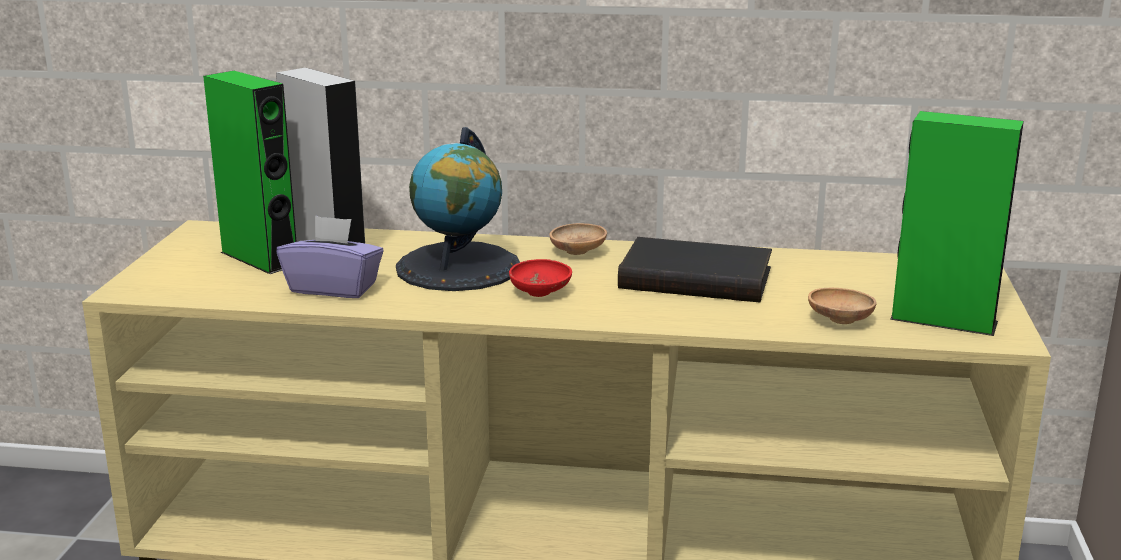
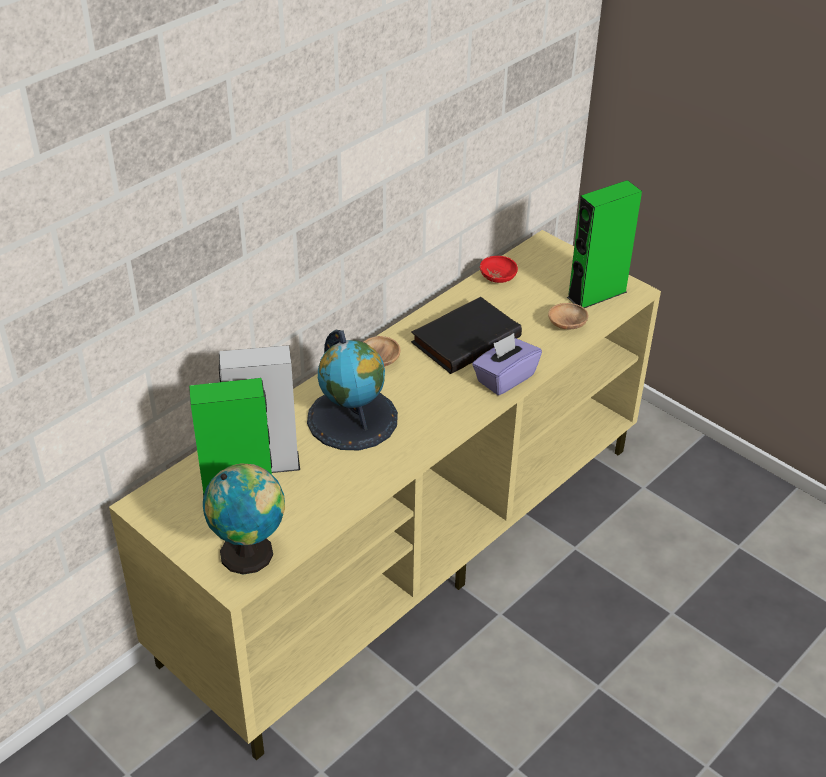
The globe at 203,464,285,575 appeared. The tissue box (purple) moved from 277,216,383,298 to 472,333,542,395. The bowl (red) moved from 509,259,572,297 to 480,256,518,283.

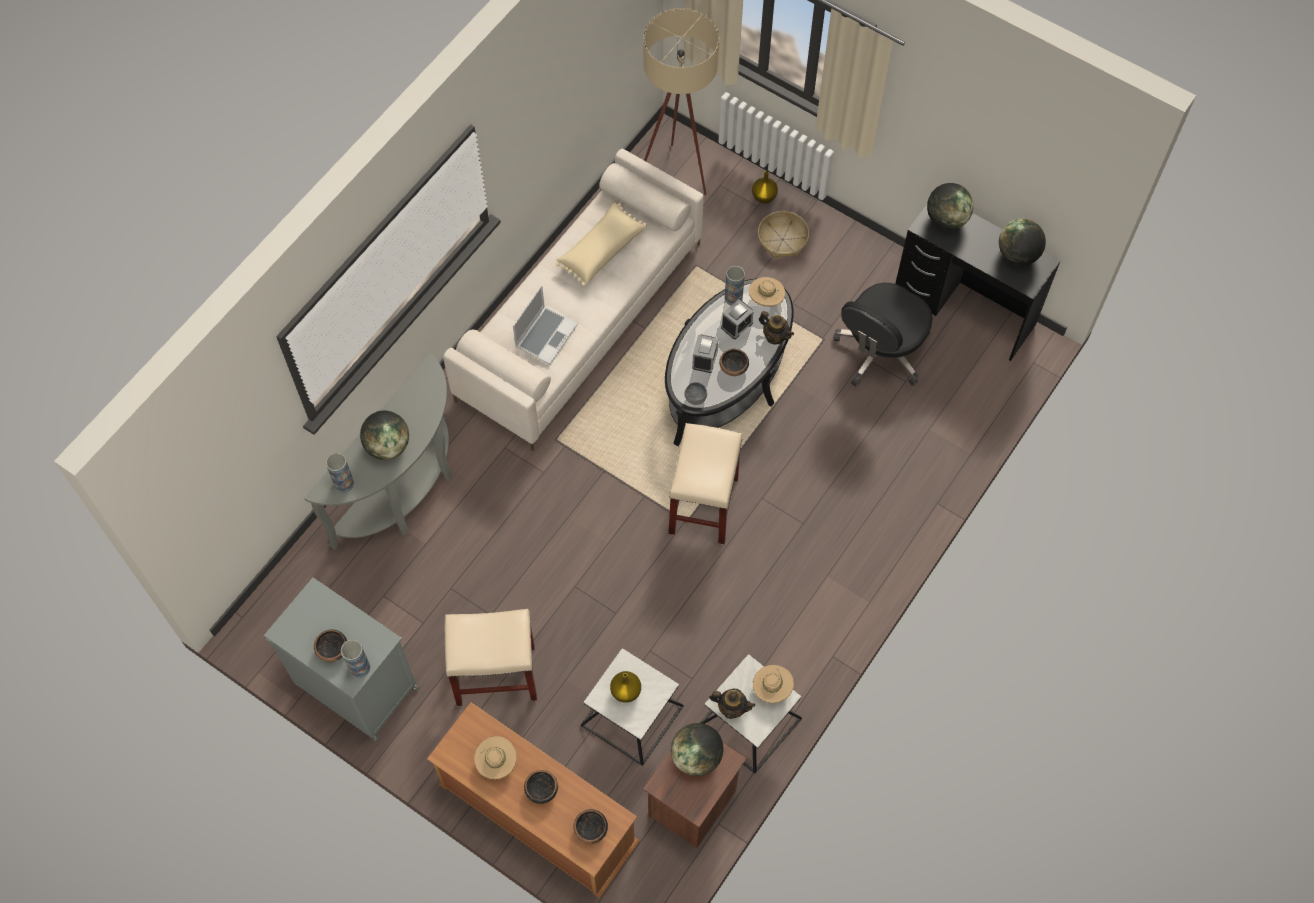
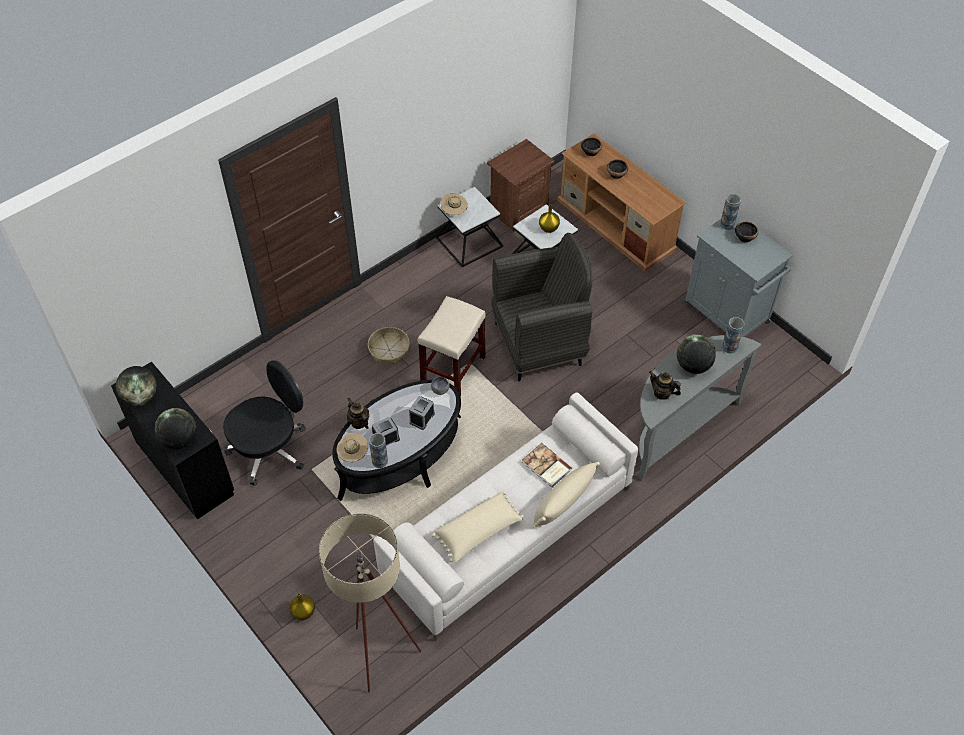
The basket moved from 758,211,809,258 to 368,327,410,364. The armchair (grey) at 491,233,592,381 appeared. The laptop at 513,285,578,364 was replaced by the book at 522,443,572,487. The pillow (beige) at 533,462,600,529 appeared. The teapot moved from 709,689,755,719 to 649,371,681,400. The stool (beige) at 445,609,537,706 disappeared. The hat (beige) at 474,736,517,779 disappeared. The globe at 671,723,723,776 disappeared. The bowl at 719,349,749,376 disappeared.

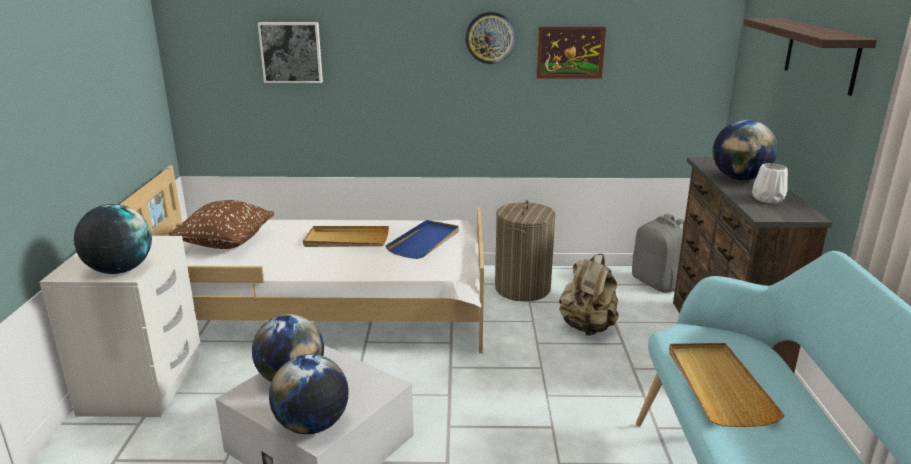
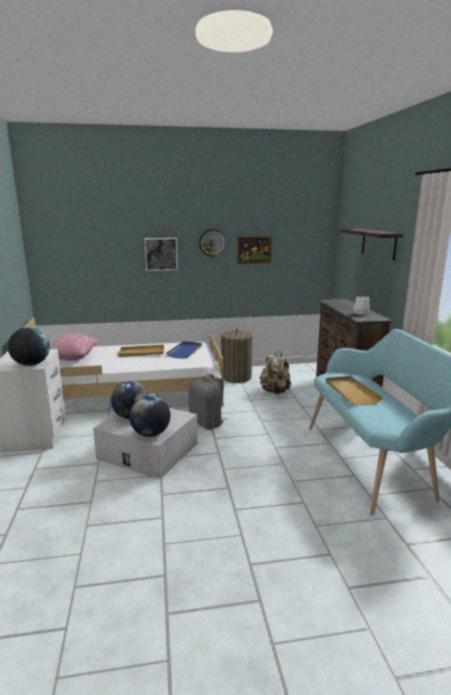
The pillow (brown) at 168,200,274,249 became the pillow (pink) at 50,334,99,360. The picture moved from 258,22,323,83 to 144,238,178,271. The backpack (grey) moved from 632,213,685,293 to 189,374,228,430. The globe at 713,120,778,180 disappeared.

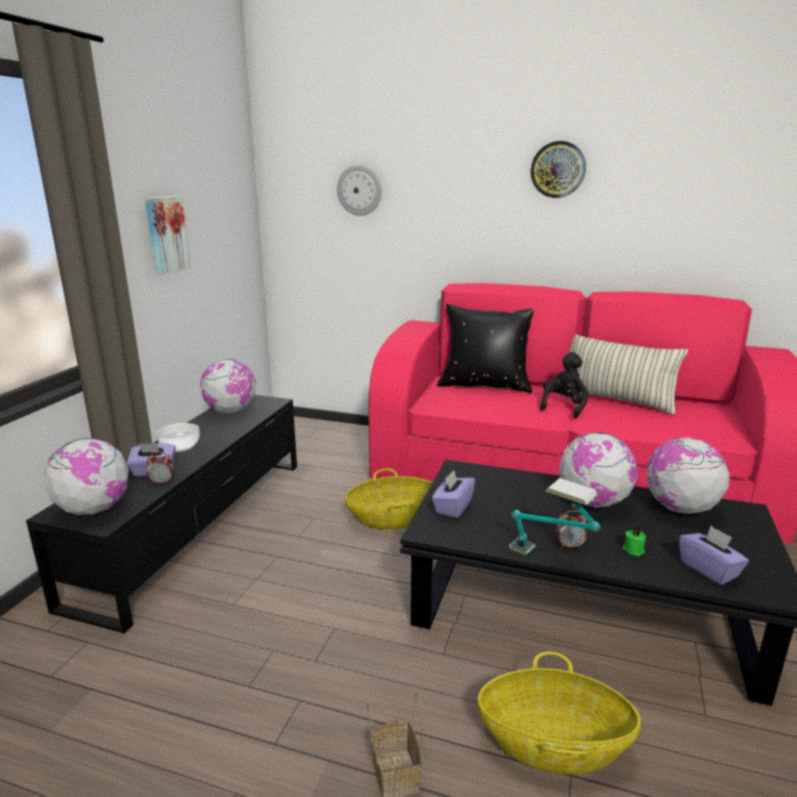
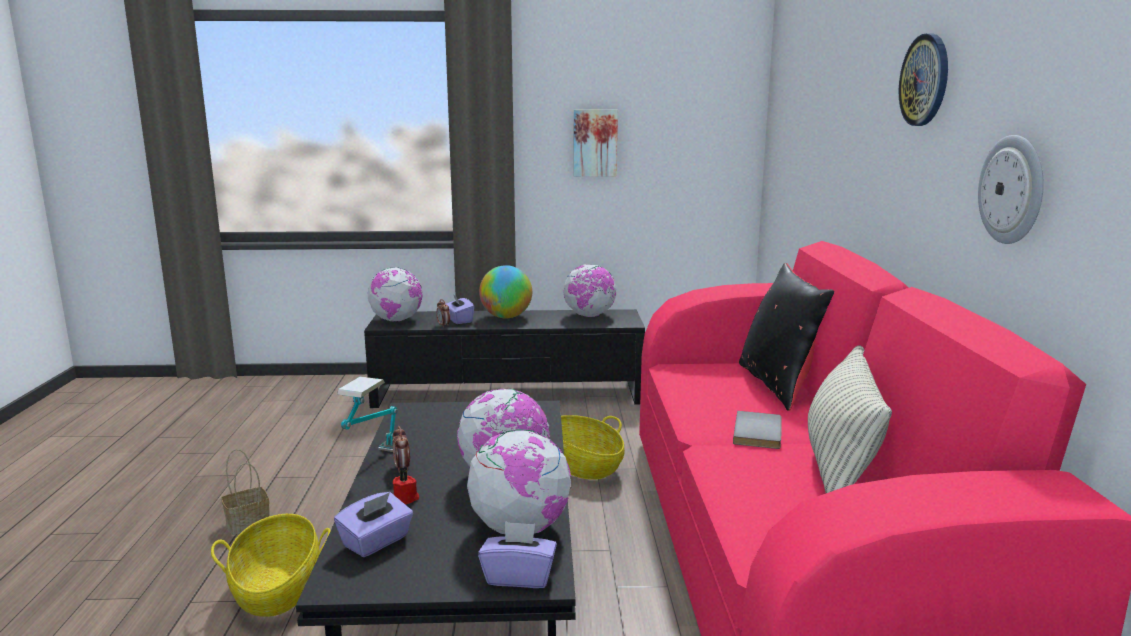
The candle (green) at 622,525,646,556 became the candle (red) at 393,470,419,505. The tissue box (purple) moved from 432,470,475,518 to 478,521,557,588. The bowl at 157,423,200,452 was replaced by the globe at 479,265,532,318. The plush toy (black) at 540,352,588,418 was replaced by the book (grey) at 733,411,782,449. The wall clock moved from 337,165,382,216 to 978,135,1044,244.

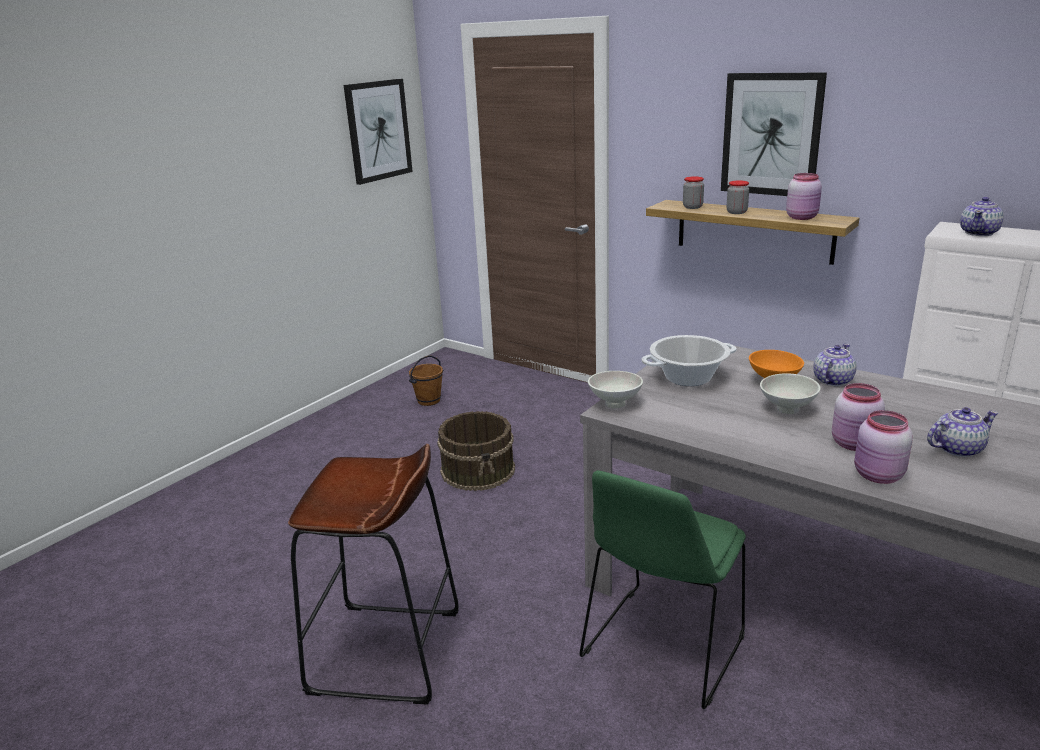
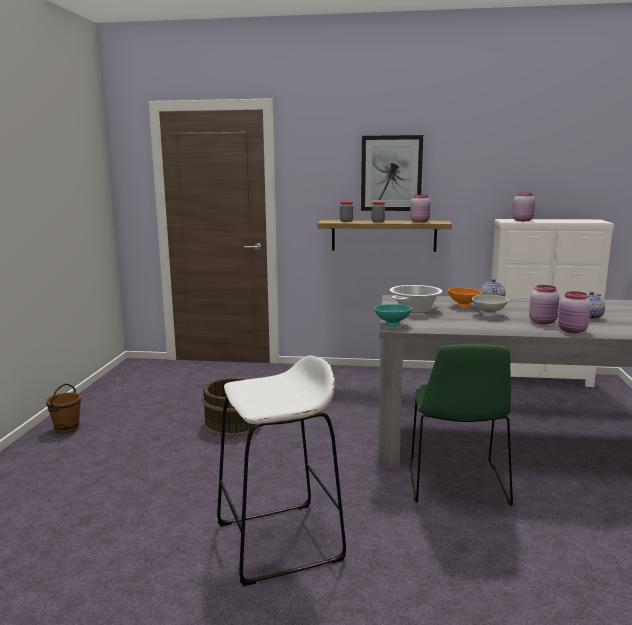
The bucket (brown) moved from 409,355,443,406 to 46,384,81,433. The stool (brown) at 288,444,459,705 became the stool (white) at 217,356,346,586. The bowl (white) at 588,371,643,408 became the bowl (turquoise) at 374,304,412,327. The teapot at 960,197,1004,236 was replaced by the jar (pink) at 513,193,535,221. The picture at 344,79,413,185 disappeared.

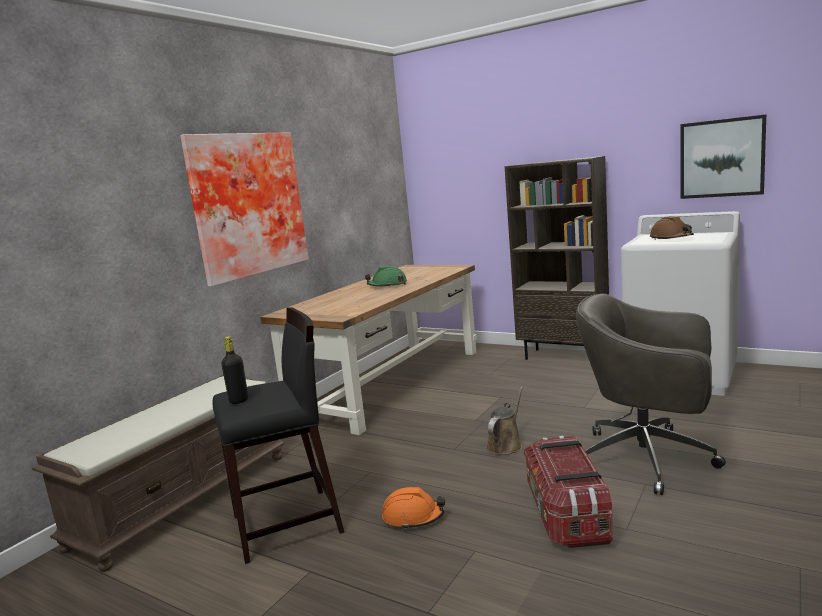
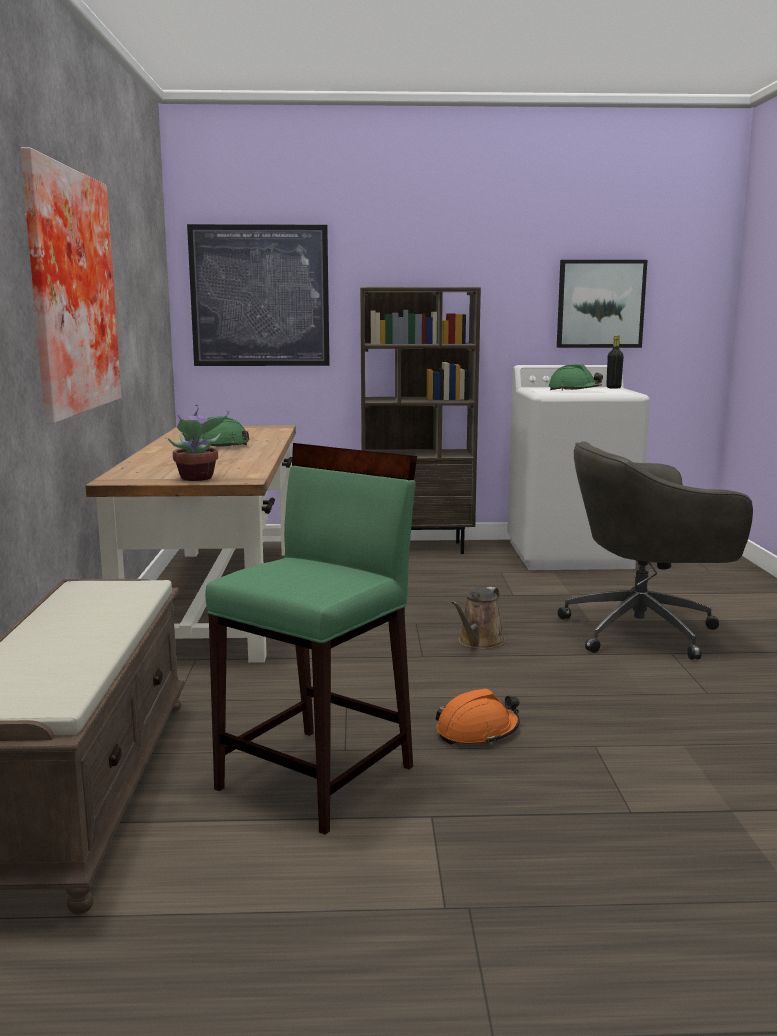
The potted plant at 168,404,229,481 appeared. The picture at 187,224,330,366 appeared. The stool (black) at 213,308,344,564 became the stool (green) at 205,443,417,835. The watering can (brown) at 486,386,524,455 turned 150 degrees counterclockwise. The hard hat (brown) at 650,216,694,240 became the hard hat (green) at 549,364,603,391. The bottle (black) moved from 221,336,248,404 to 606,335,624,389. The storage box at 524,436,613,548 disappeared.

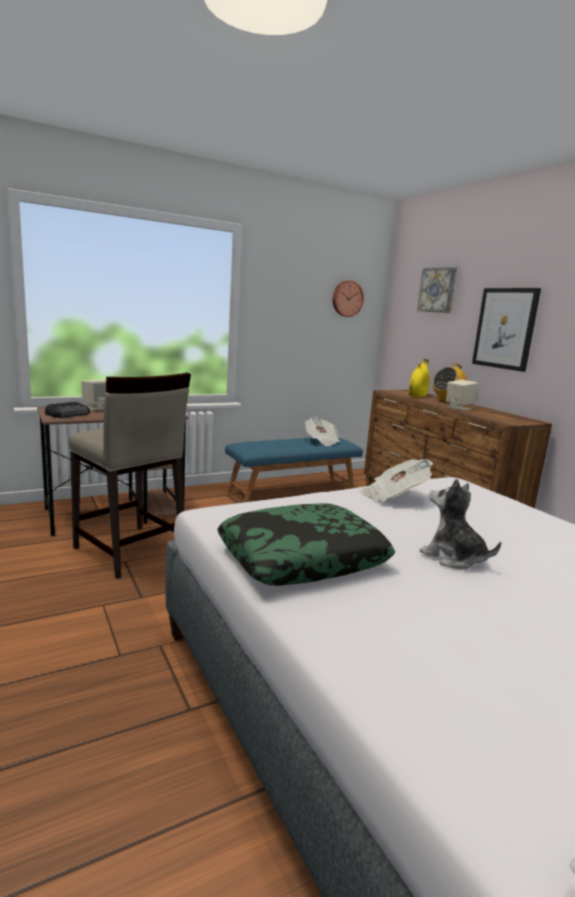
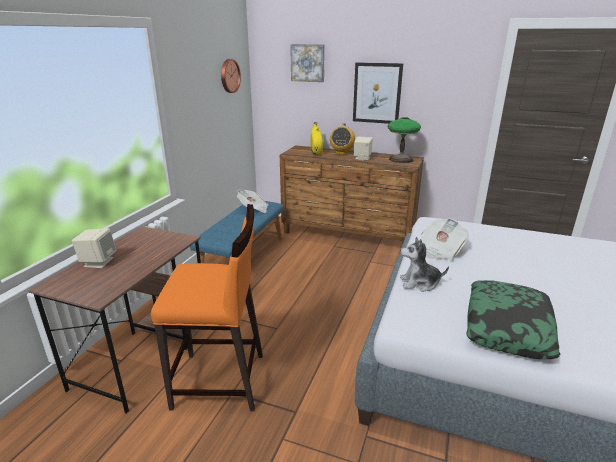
The stool (beige) at 68,372,191,579 became the stool (orange) at 151,204,263,411. The table lamp at 388,117,421,163 appeared. The plush toy moved from 420,479,501,569 to 400,237,449,292. The radio at 45,402,90,418 disappeared.

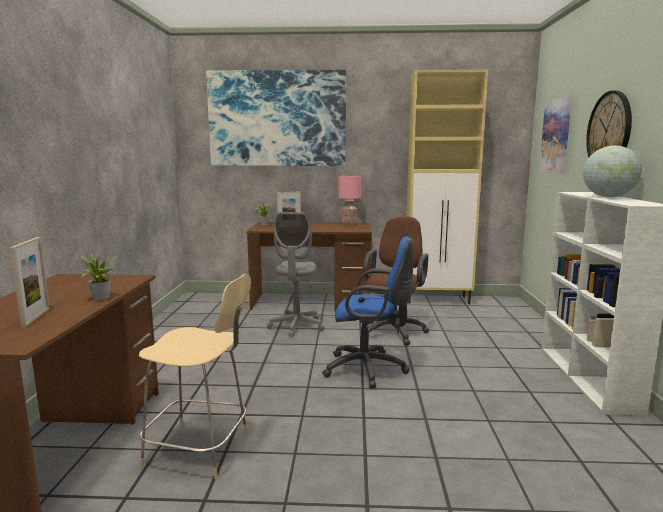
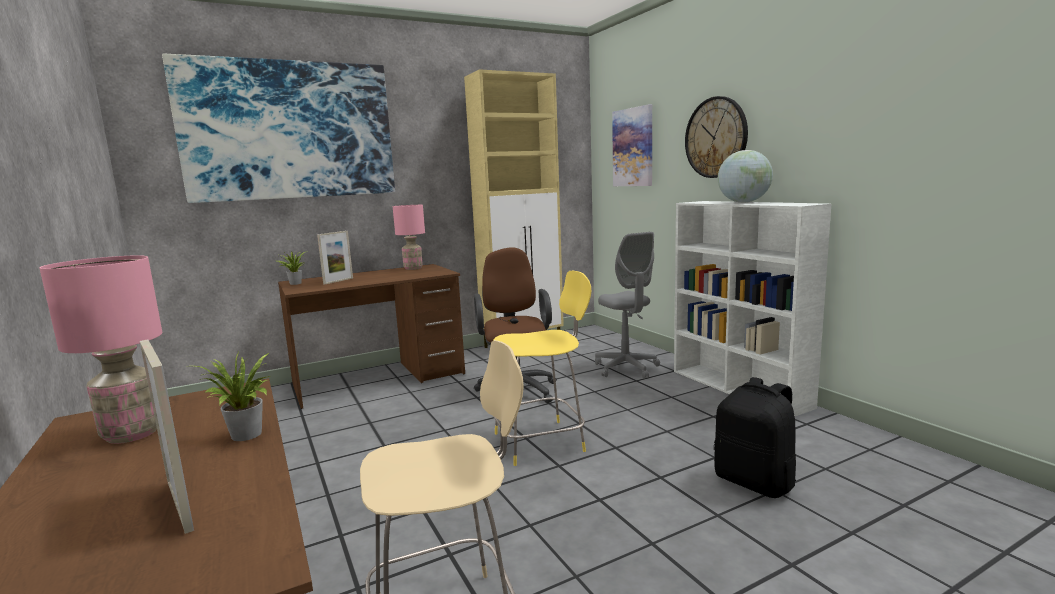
The table lamp (pink) at 39,255,163,444 appeared. The office chair (blue) at 322,237,414,389 was replaced by the stool (yellow) at 493,271,591,466. The office chair (grey) moved from 267,212,324,337 to 595,232,660,379. The backpack (black) at 714,377,796,498 appeared.

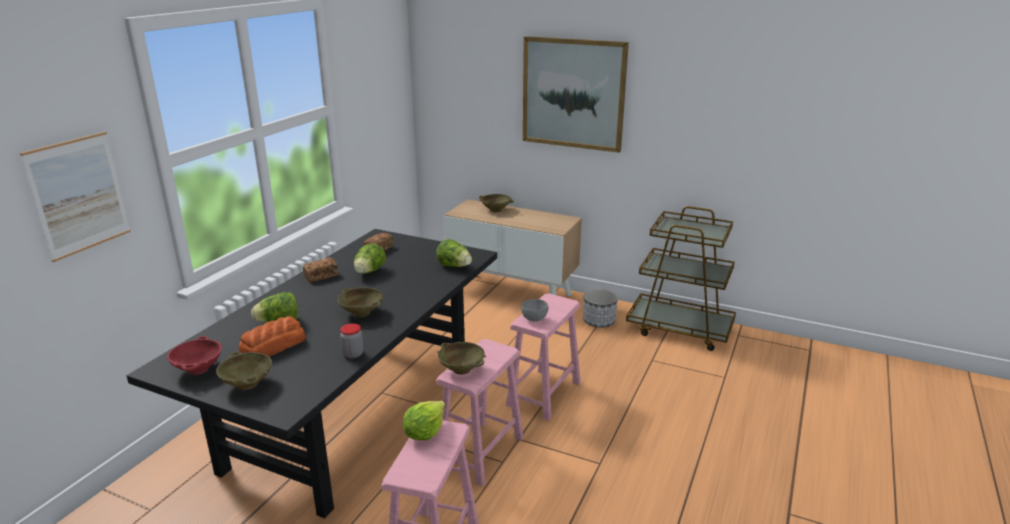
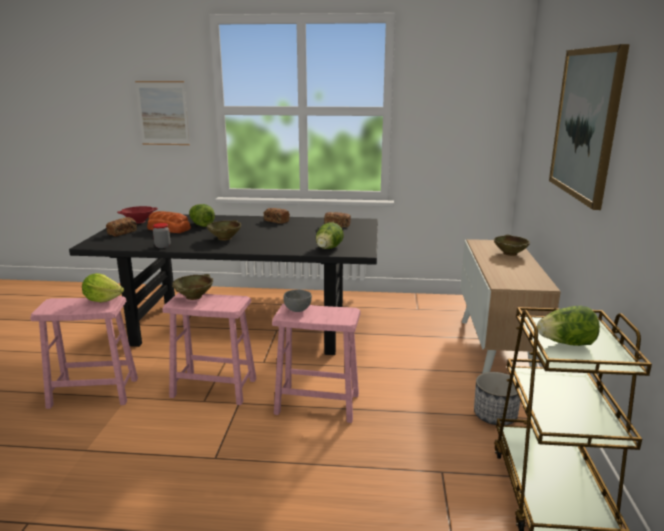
The bowl (beige) at 216,352,272,390 was replaced by the bread at 106,217,137,236. The lettuce moved from 354,243,386,274 to 537,306,600,346.

